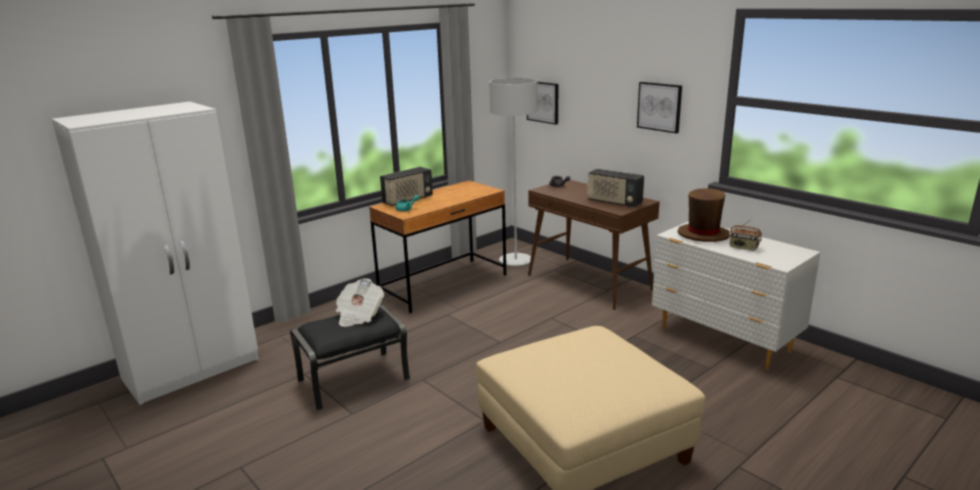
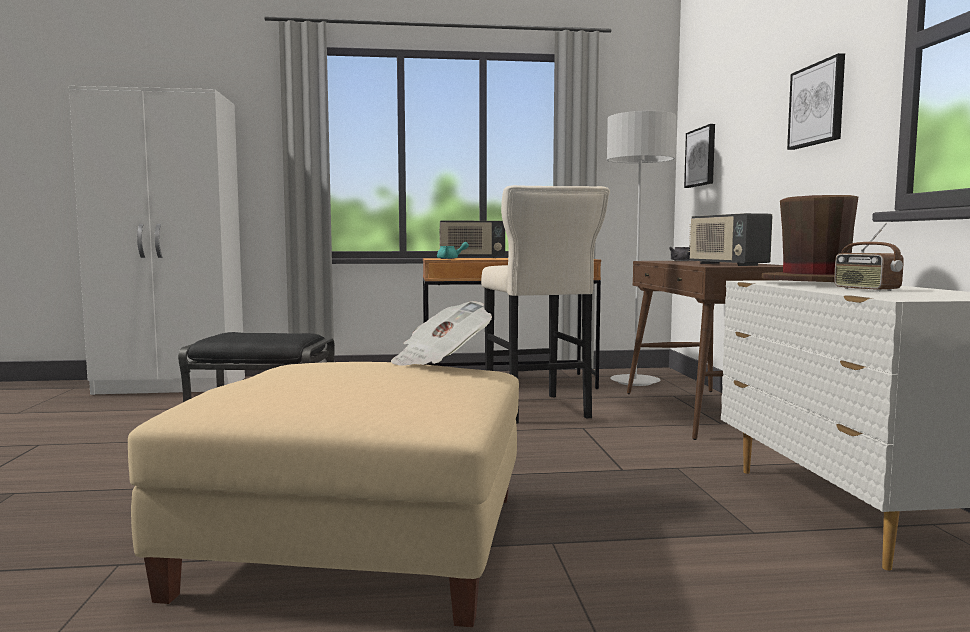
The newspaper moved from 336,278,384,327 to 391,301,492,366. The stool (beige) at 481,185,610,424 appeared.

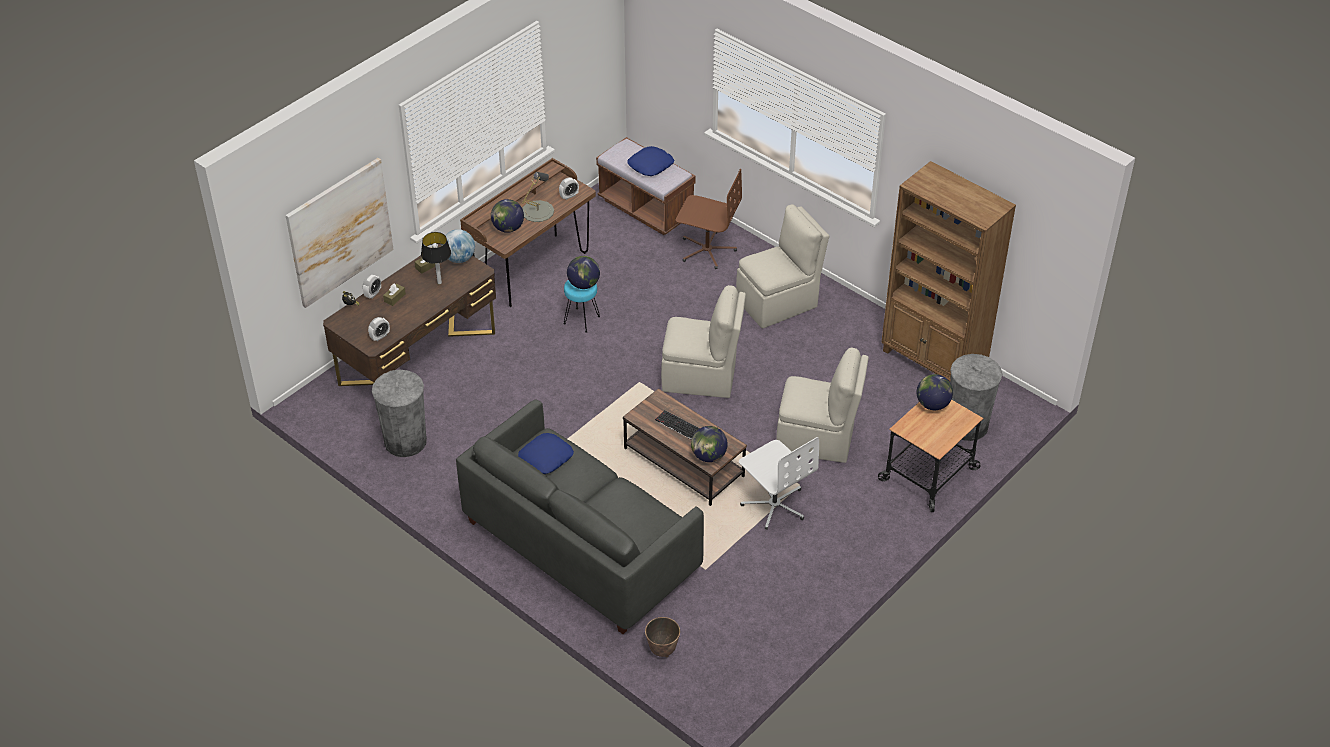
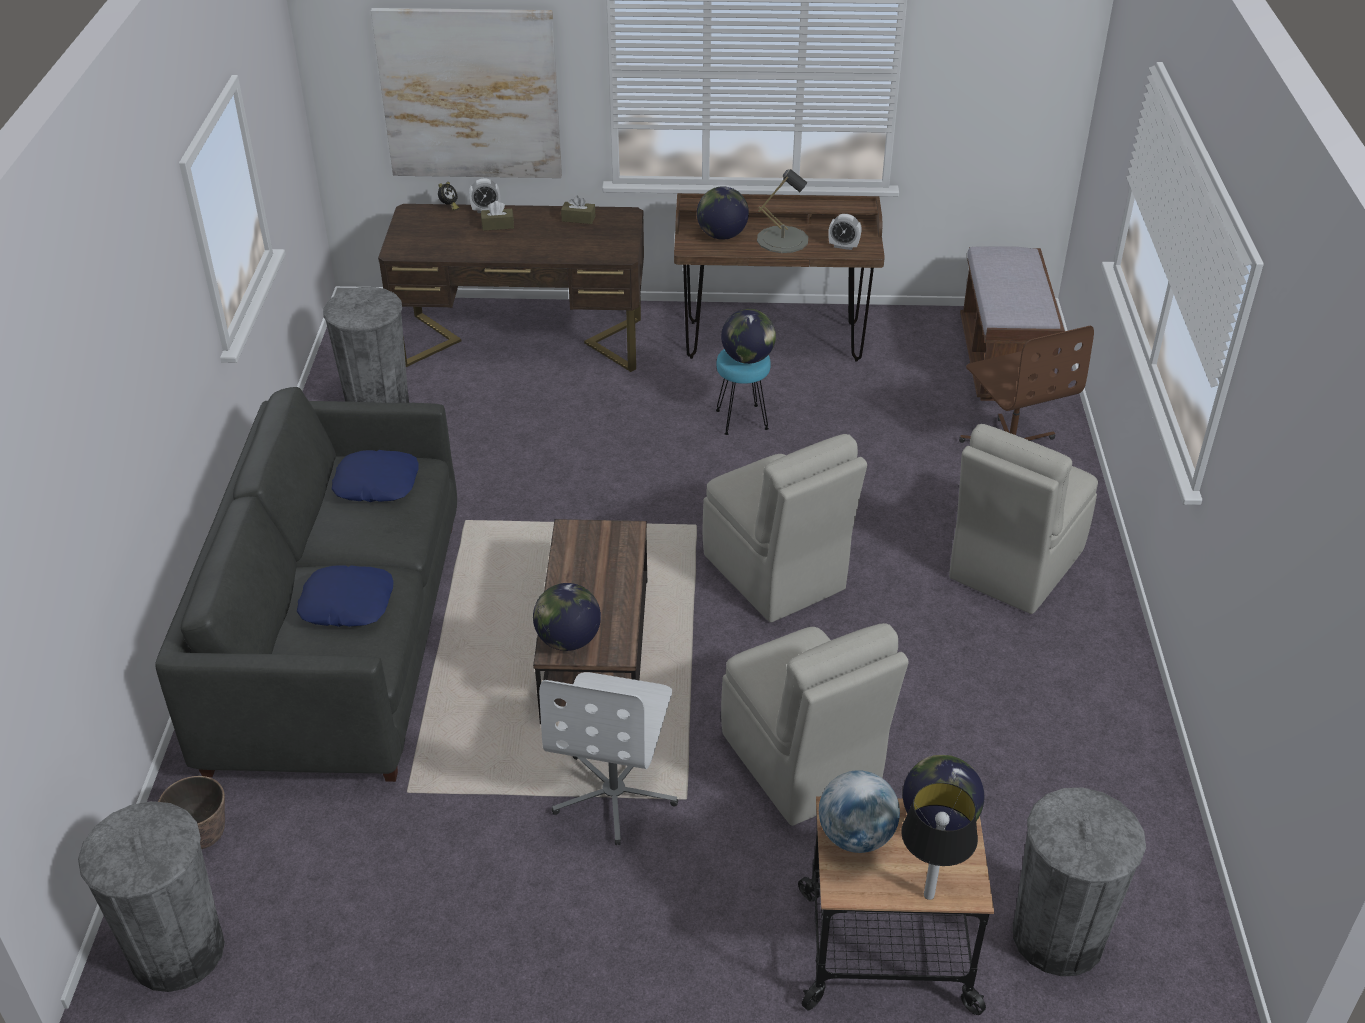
The trash can (grey) at 78,801,225,992 appeared. The pillow (blue) moved from 627,146,674,176 to 297,565,393,627. The globe moved from 441,229,475,263 to 819,770,900,853. The table lamp moved from 421,232,451,285 to 901,782,978,900. The chair (beige) at 736,204,829,328 turned 105 degrees clockwise. The alarm clock at 368,317,390,341 disappeared. The keyboard at 655,410,700,440 disappeared. The bookcase (brown) at 881,161,1016,382 disappeared.

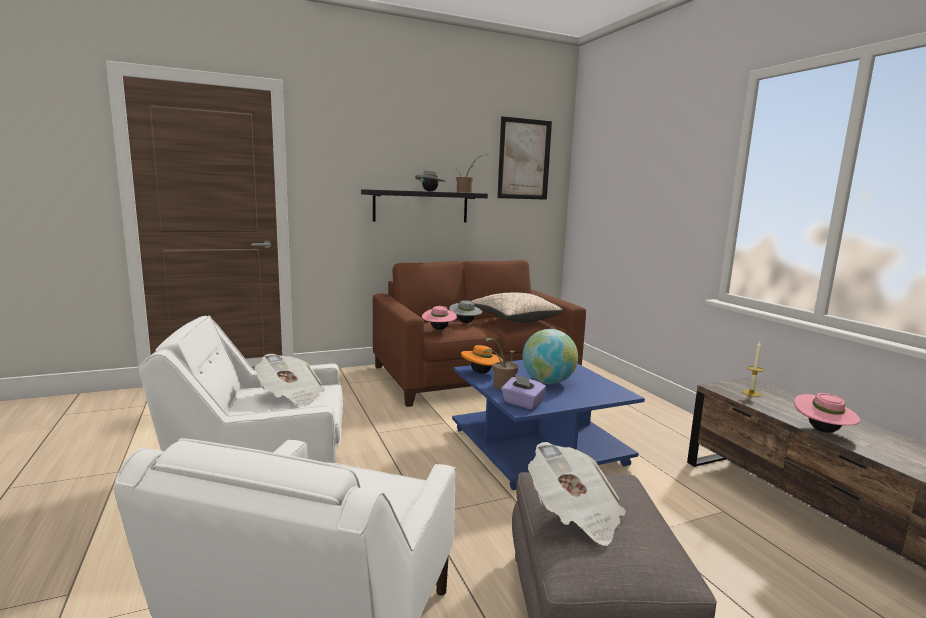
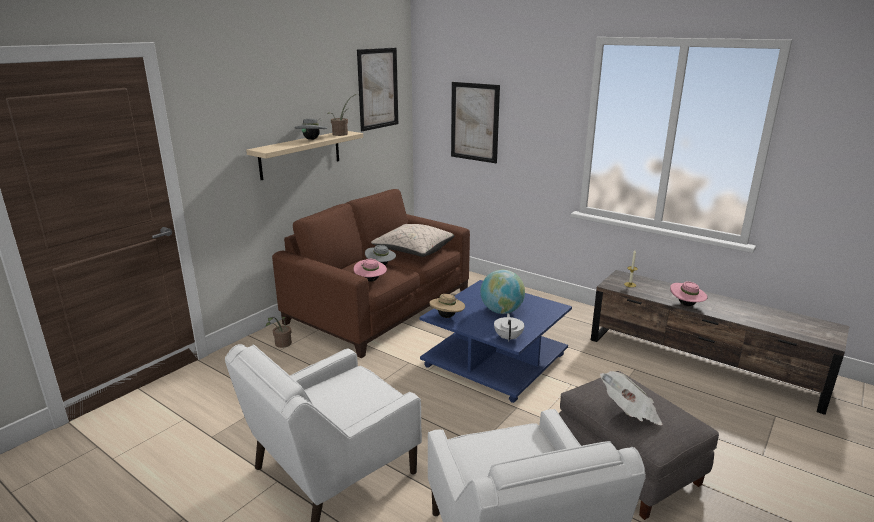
The shelf (black) at 361,189,488,222 became the shelf (beige) at 246,131,363,180. The potted plant moved from 484,338,518,390 to 266,317,292,348. The hat (orange) at 461,345,502,374 became the hat (beige) at 429,294,465,318. The picture at 451,82,500,163 appeared. The tissue box (purple) at 501,374,546,410 was replaced by the teapot (white) at 494,313,524,342. The newspaper at 255,354,325,407 disappeared.

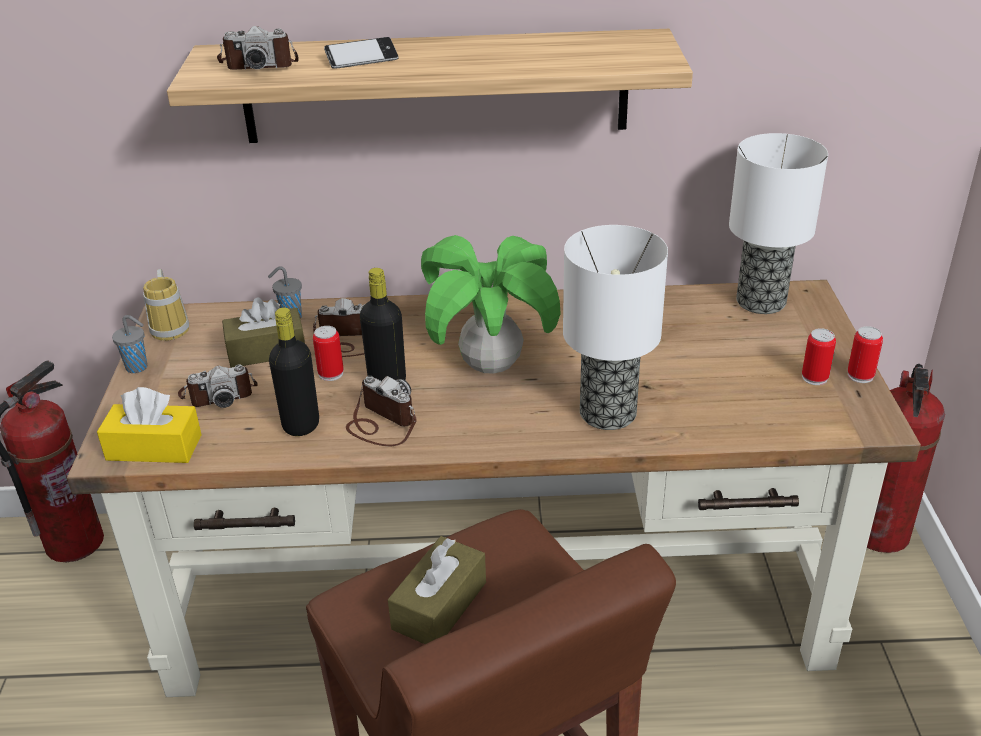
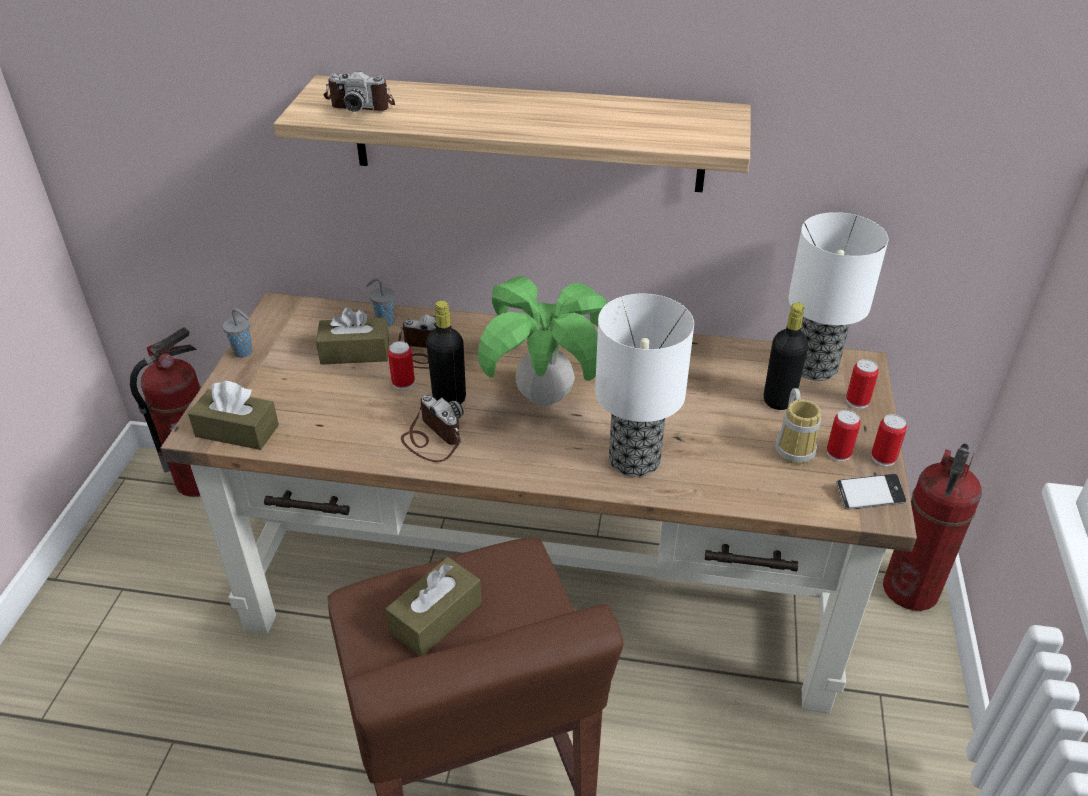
The tissue box (yellow) at 97,387,202,463 became the tissue box (brown) at 188,381,279,450. The bottle (black) moved from 269,307,319,436 to 764,302,808,410. The mug moved from 143,269,189,341 to 775,388,821,464. The phone moved from 324,37,398,69 to 836,474,906,510. The can at 846,359,879,409 appeared. The photo camera at 178,364,258,408 disappeared.

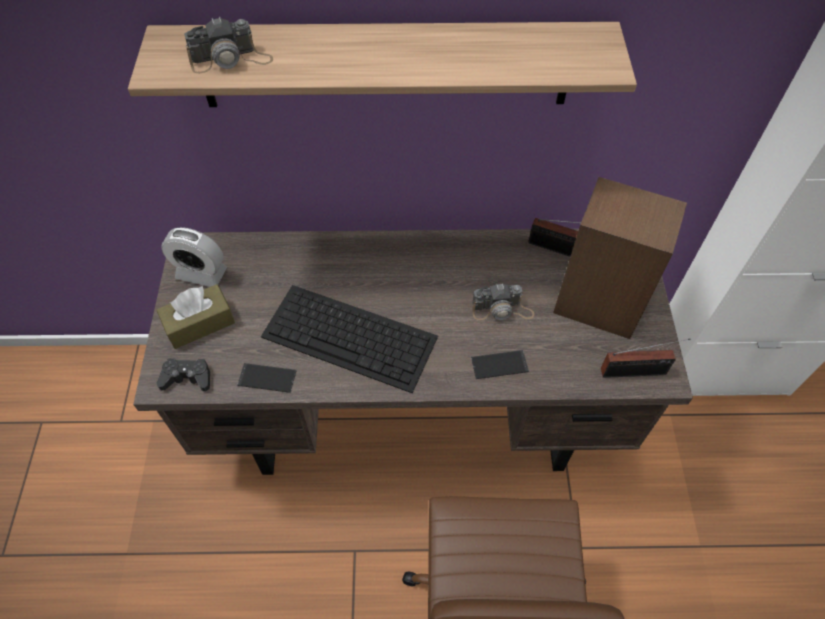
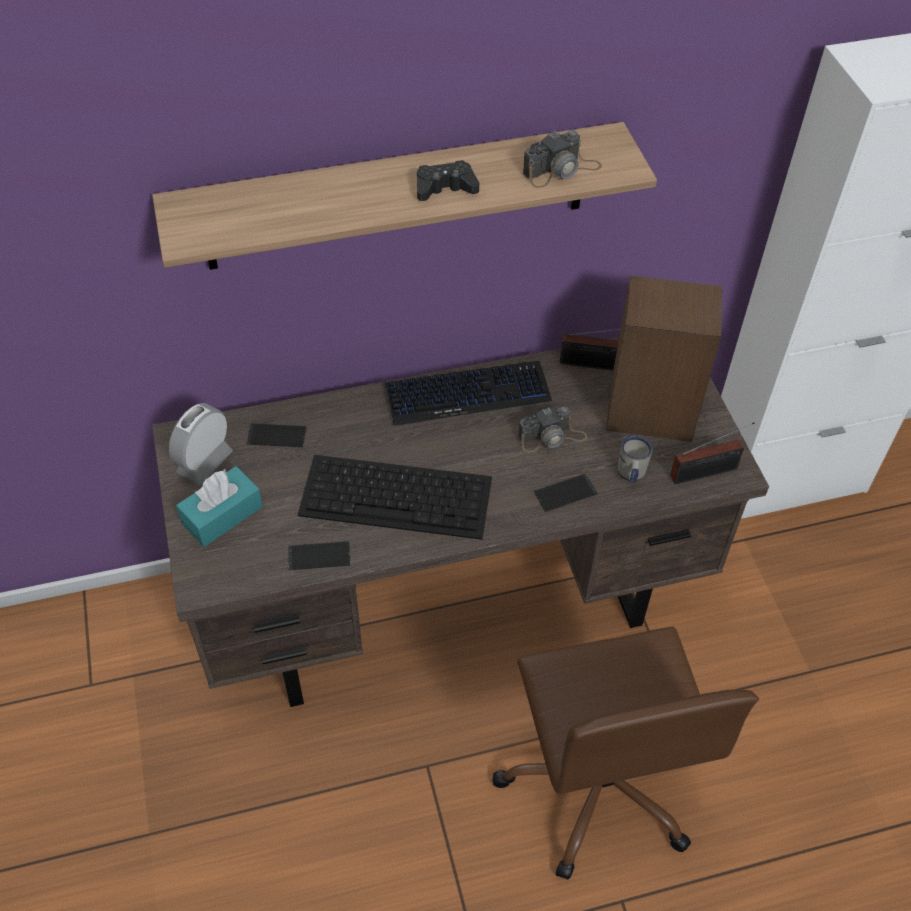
The alarm clock at 161,227,227,287 turned 120 degrees clockwise. The tissue box (brown) at 157,284,235,349 became the tissue box (turquoise) at 176,466,263,547. The phone at 247,423,307,447 appeared. The keyboard at 385,361,552,426 appeared. The game controller (black) moved from 157,358,210,391 to 417,160,479,201. The photo camera moved from 184,17,273,73 to 523,130,602,188. The mug (white) at 618,435,652,483 appeared.

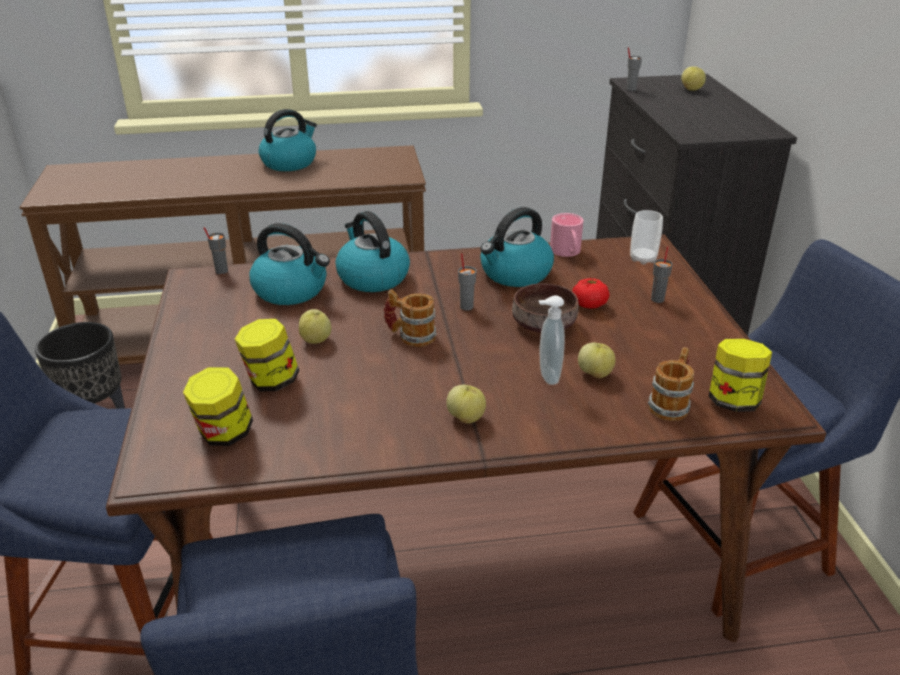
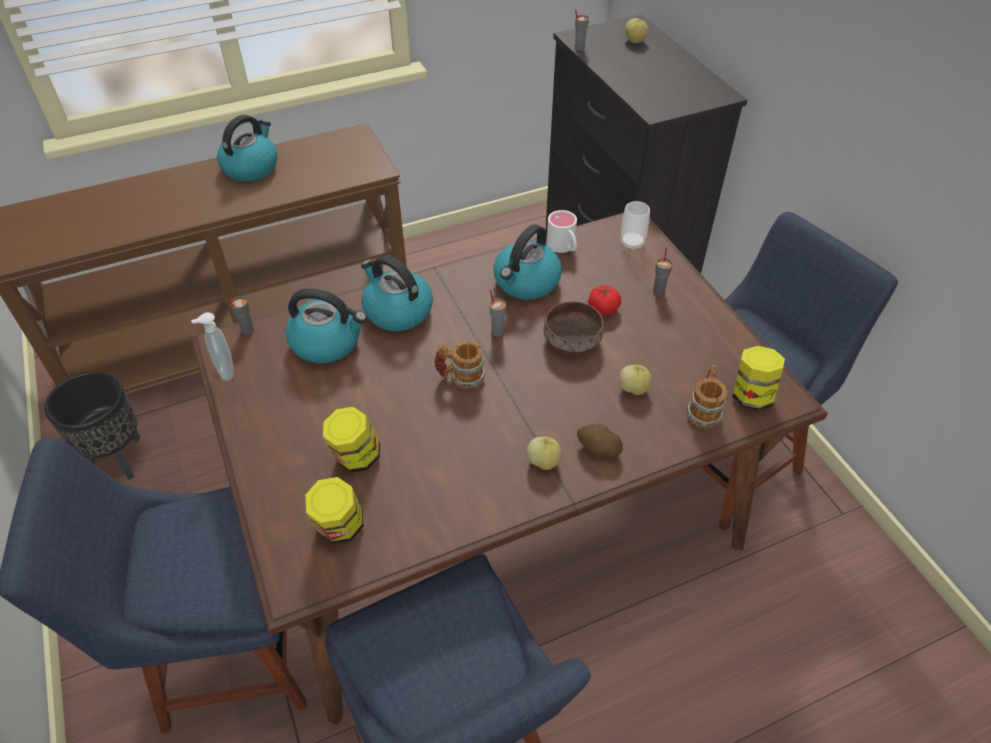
The soap dispenser moved from 538,296,565,385 to 191,312,234,381. The mug (pink) at 550,213,583,257 became the mug (white) at 546,210,577,253. The potato at 577,424,623,458 appeared. The apple at 299,309,331,344 disappeared.

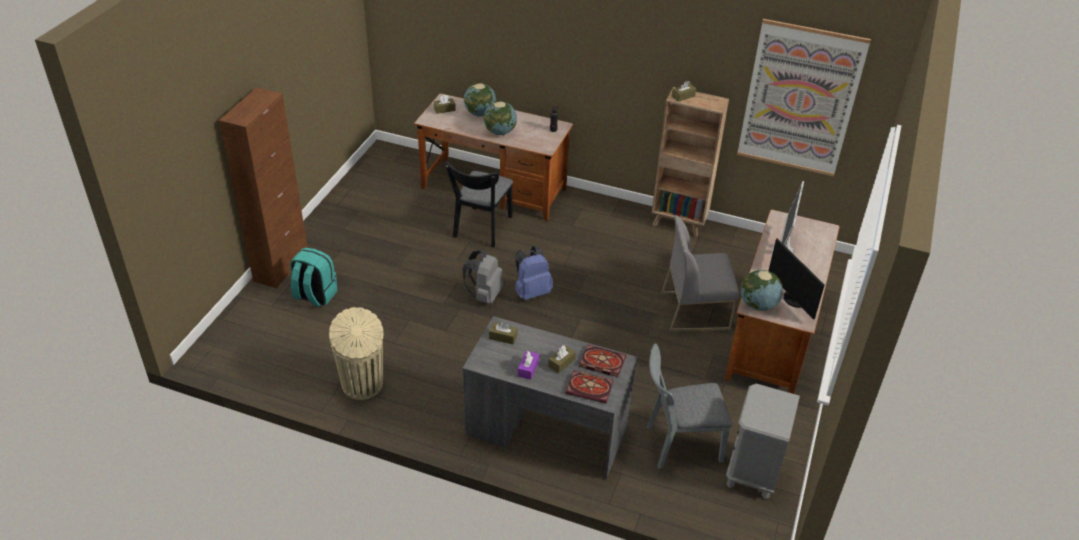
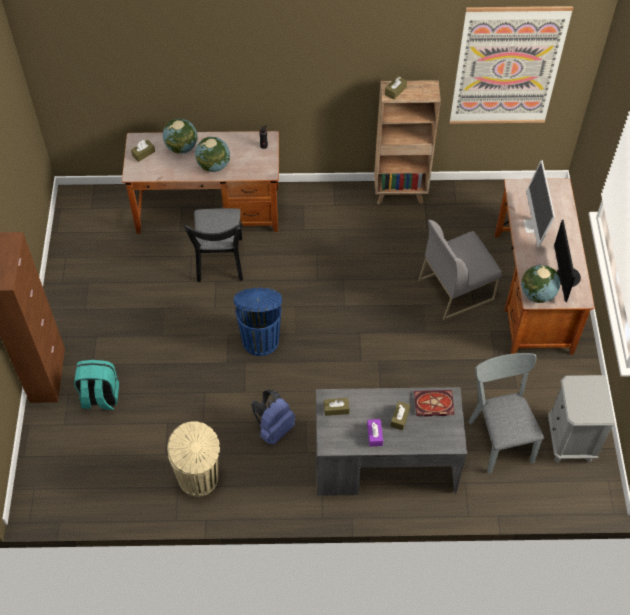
The backpack (grey) at 463,250,503,304 was replaced by the trash can (blue) at 234,288,282,356. The backpack (blue) moved from 515,246,553,300 to 251,389,295,444. The chair (grey) at 647,344,732,469 turned 105 degrees clockwise. The monitor at 769,238,825,320 turned 45 degrees clockwise. The book at 565,371,613,404 disappeared.

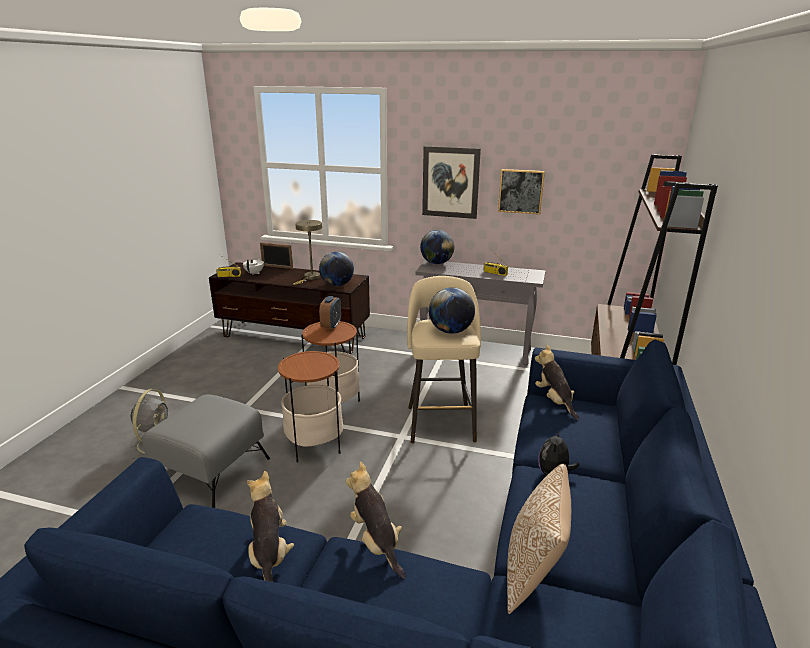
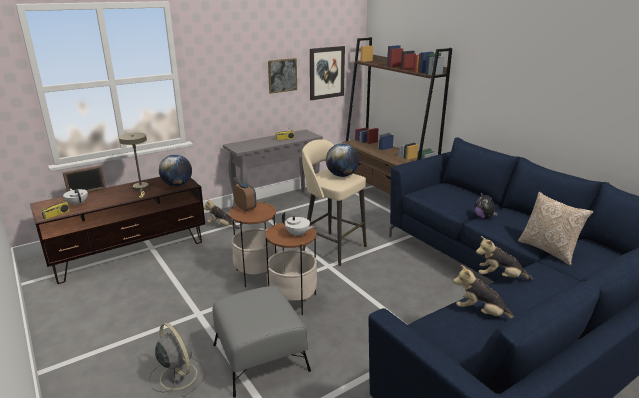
The plush toy moved from 535,345,579,420 to 204,199,240,229. The teapot (white) at 282,212,315,237 appeared. The picture moved from 422,146,481,219 to 310,46,345,100. The globe at 420,230,454,264 disappeared.

